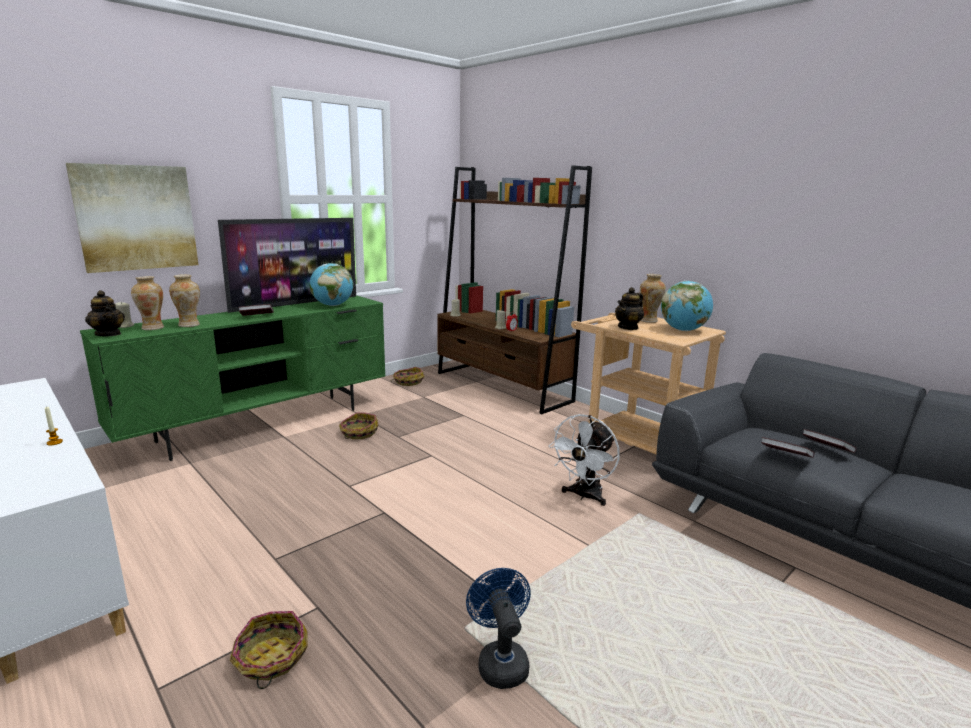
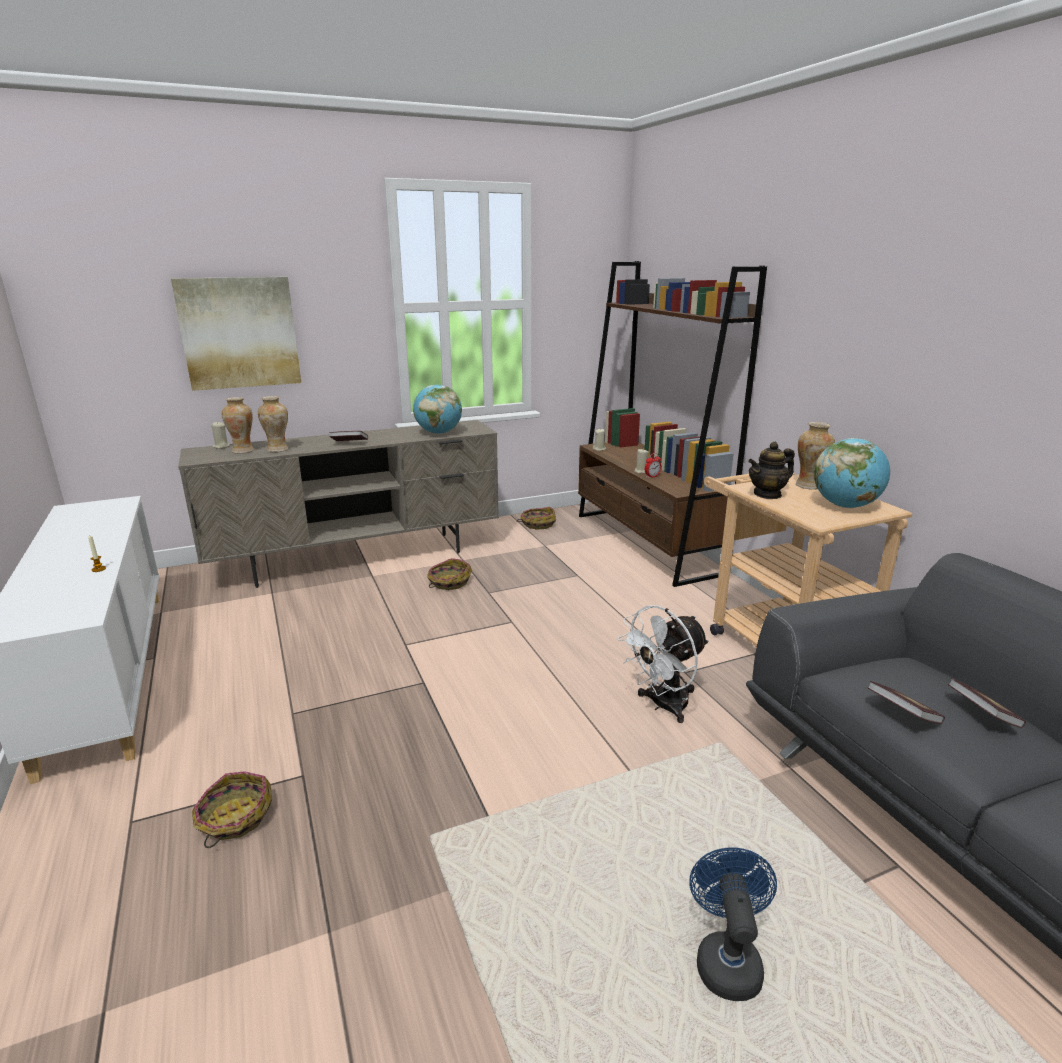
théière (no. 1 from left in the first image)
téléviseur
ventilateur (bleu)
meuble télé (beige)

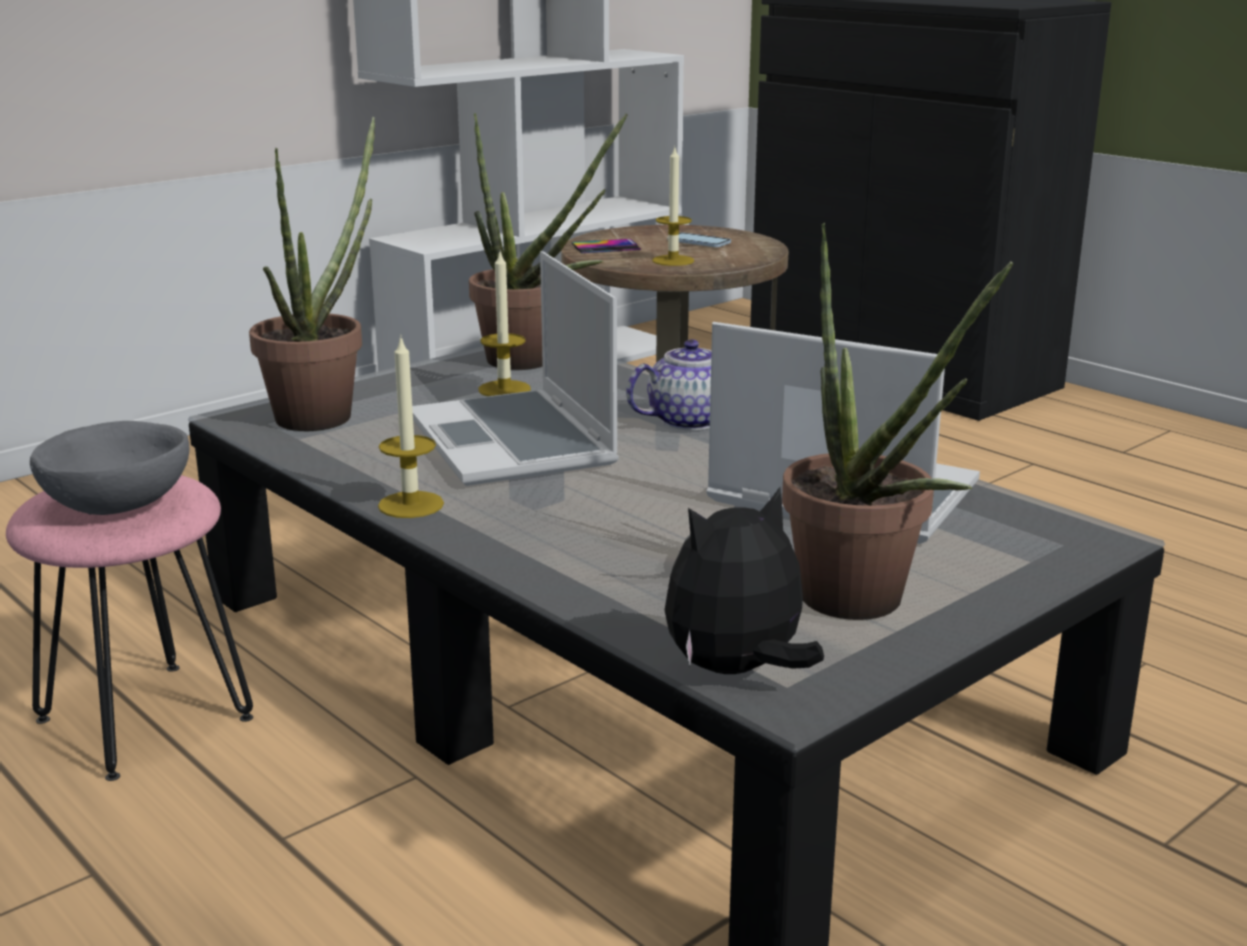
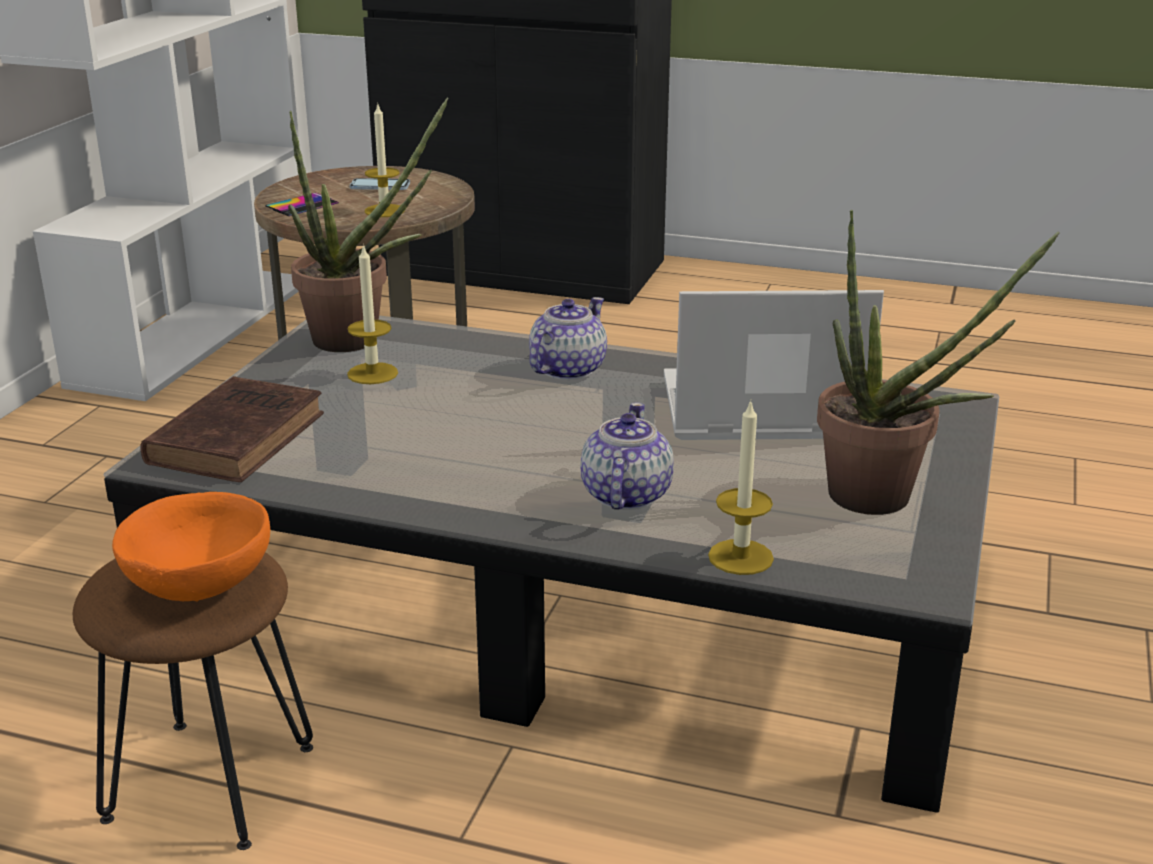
ordinateur portable (no. 1 from left in the first image)
peluche
théière (no. 2 from left)
bougie (no. 3 from left)
livre (marron)
tabouret (marron)
bol (orange)

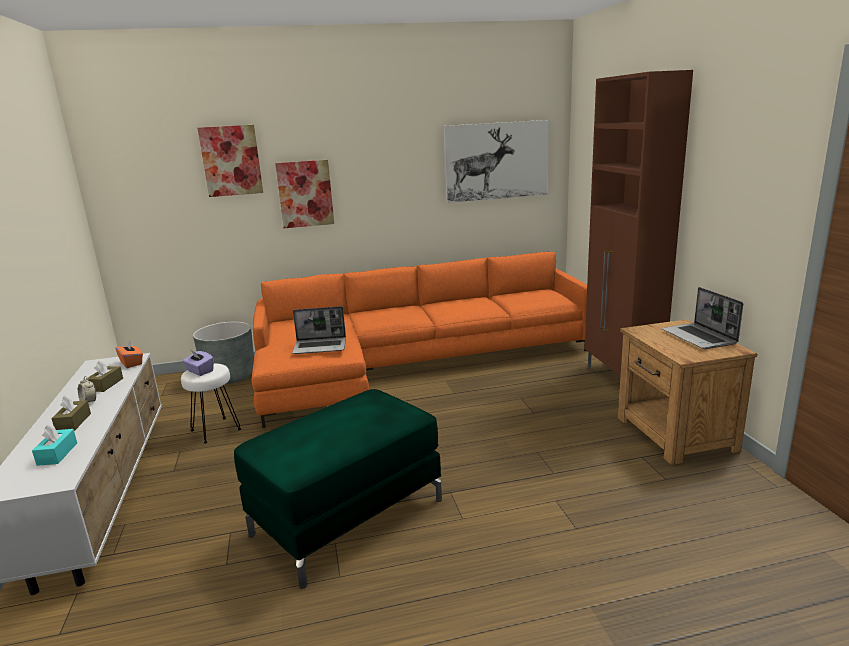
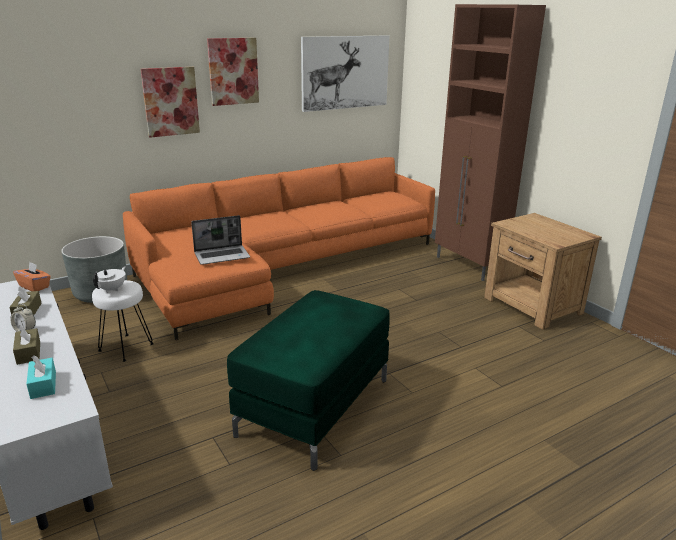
ordinateur portable (no. 2 from left in the first image)
tableau (no. 2 from left)
théière (blanc)

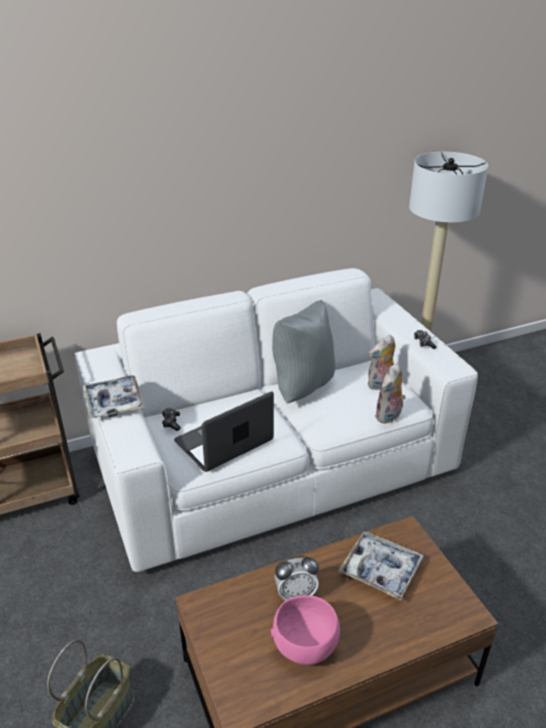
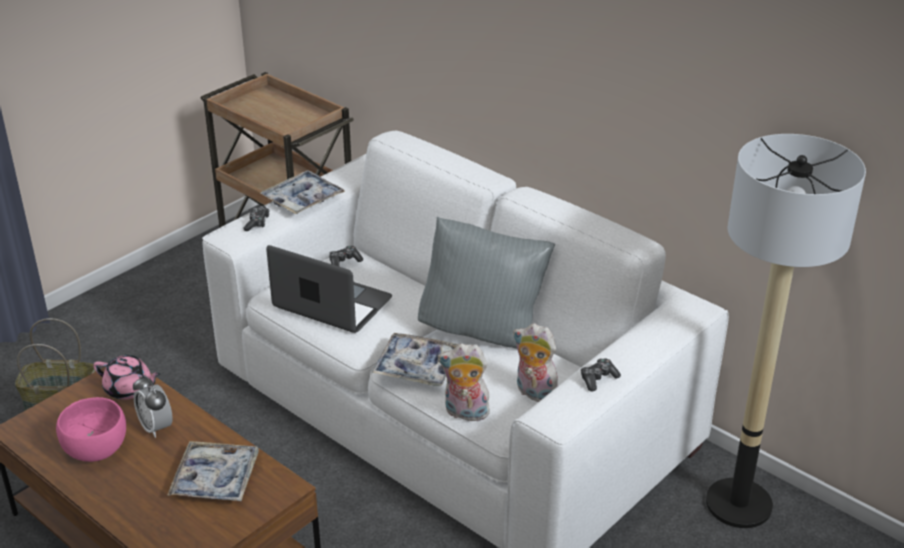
théière (rose)
manette (no. 1 from left)
plateau (no. 3 from left)

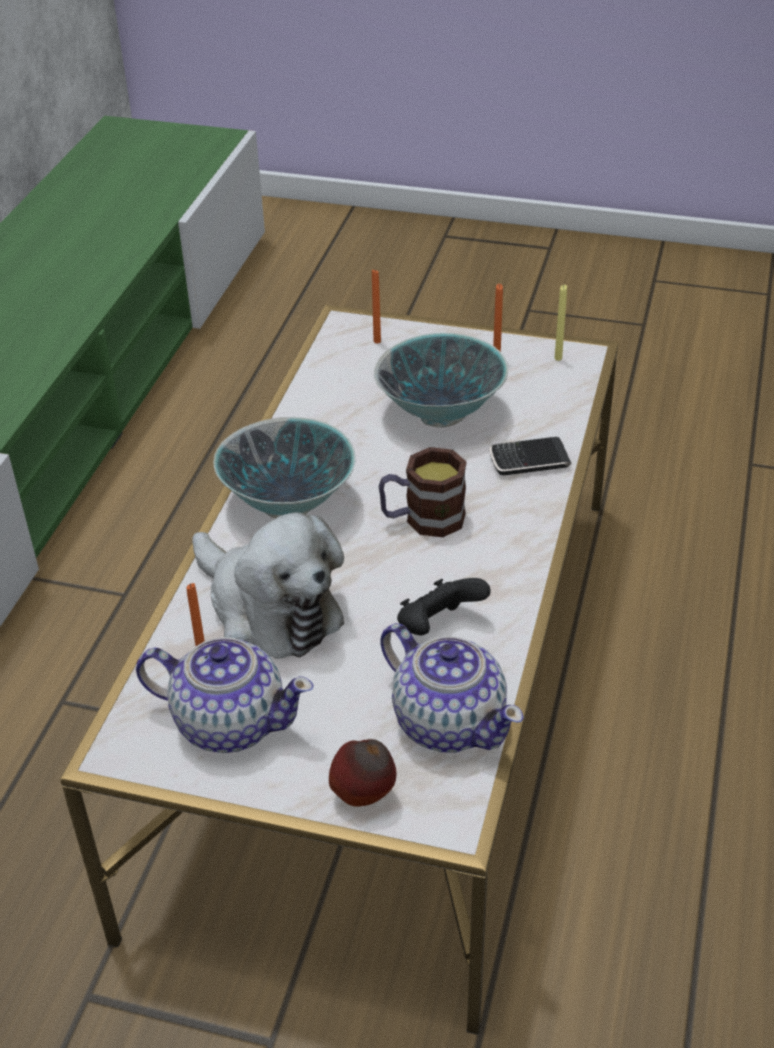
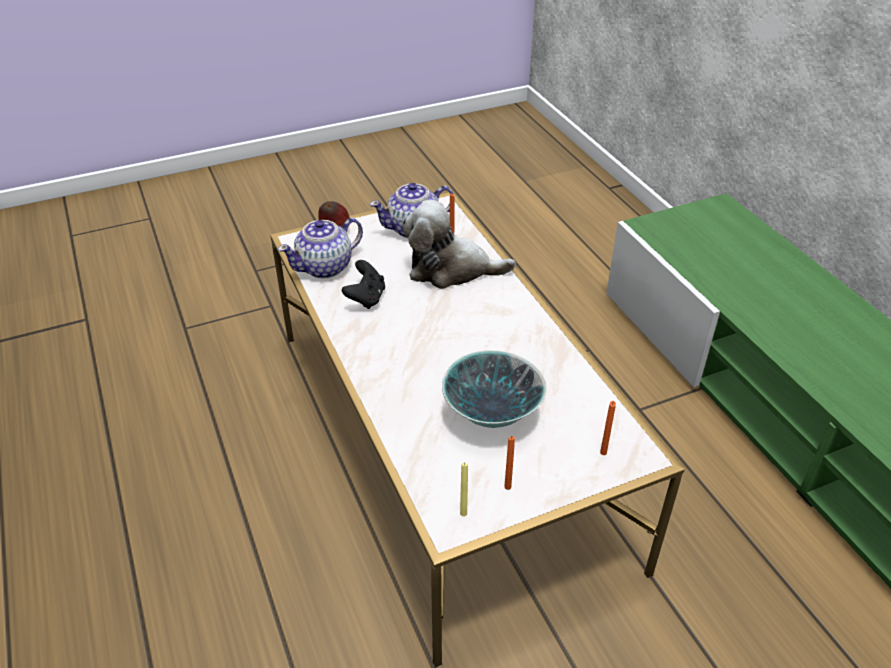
bol (no. 1 from left in the first image)
mug
téléphone
théière (no. 1 from left)

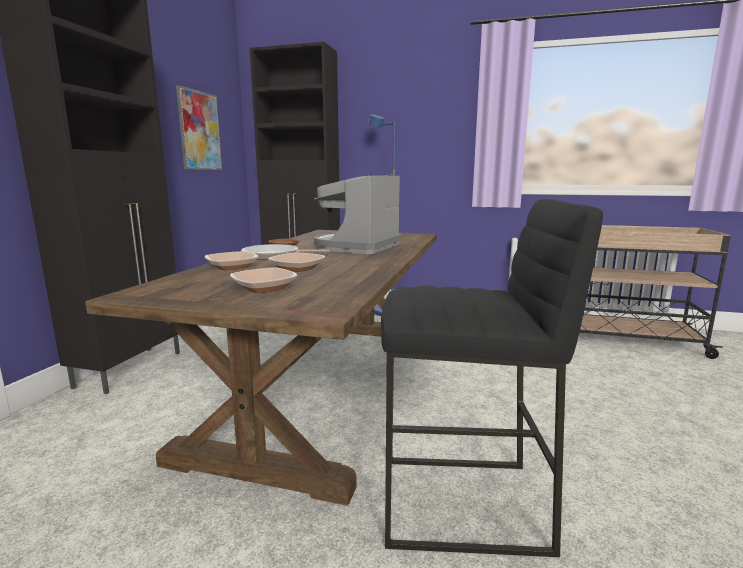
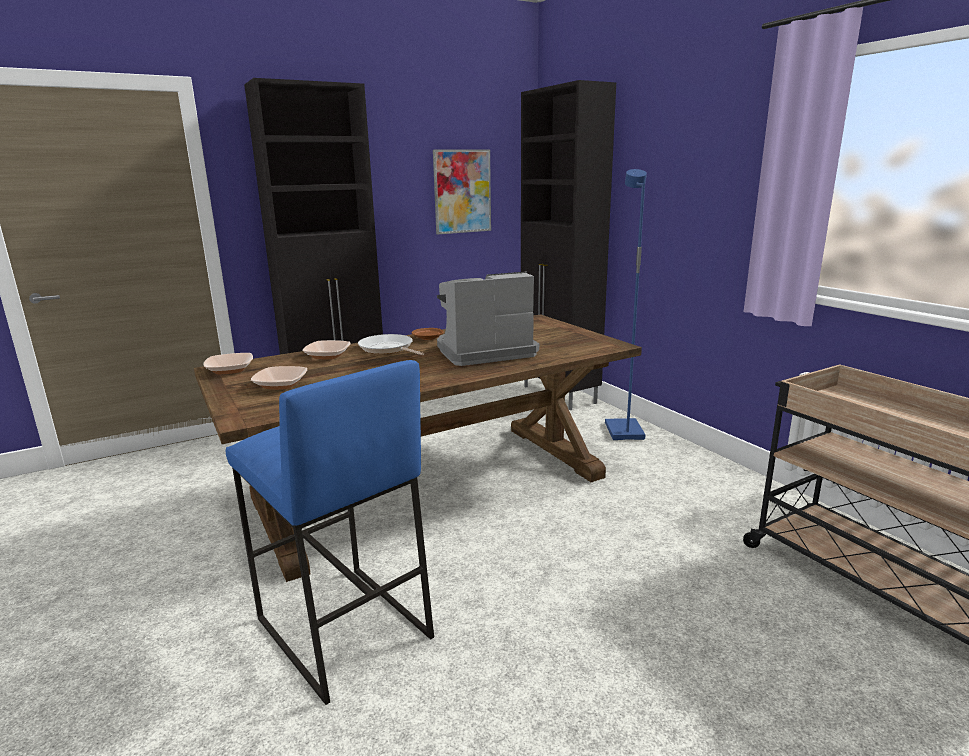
bol (no. 1 from left)
tabouret (bleu)

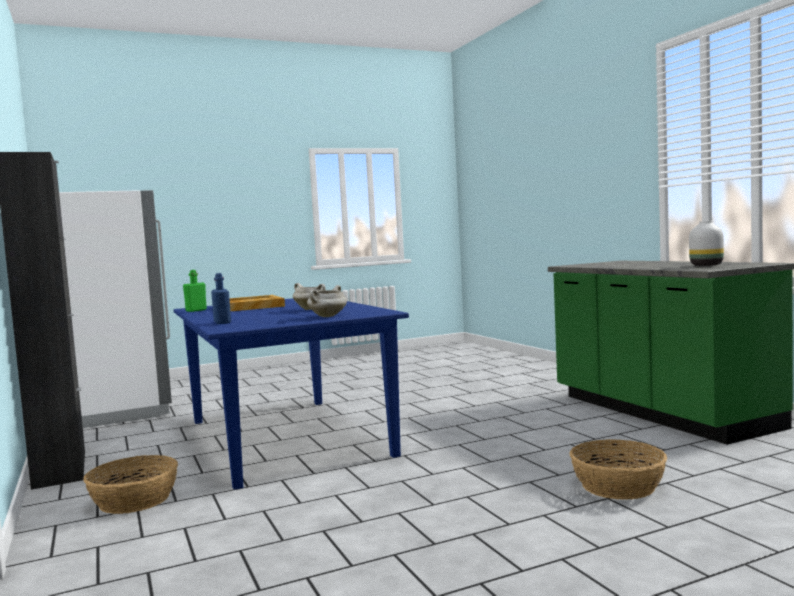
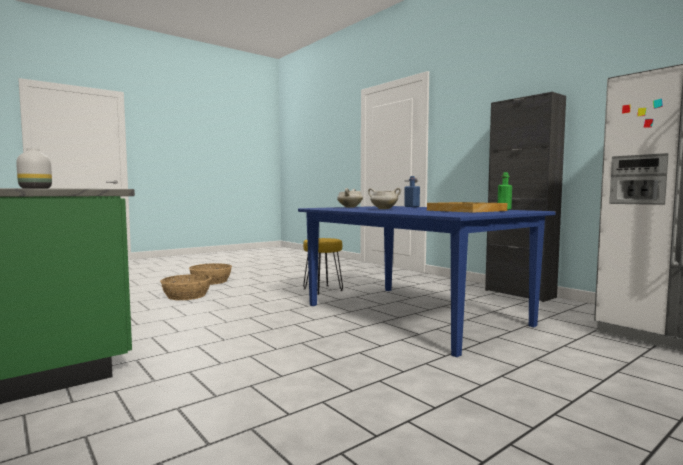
tabouret (jaune)
panier (no. 2 from left)

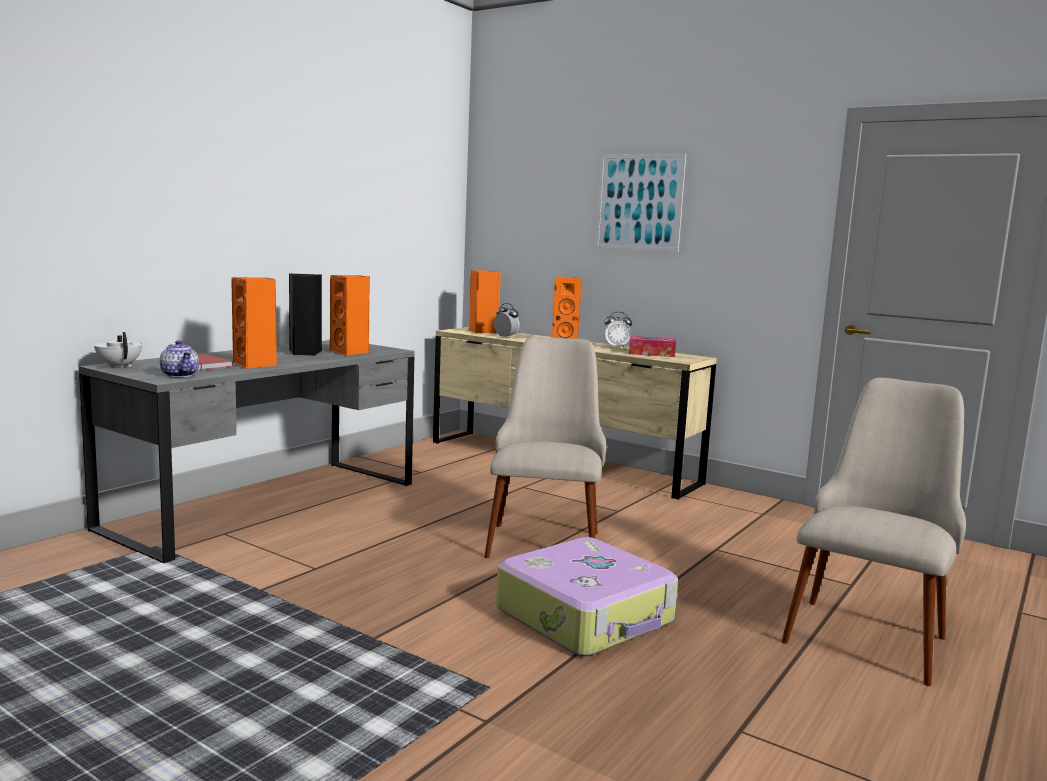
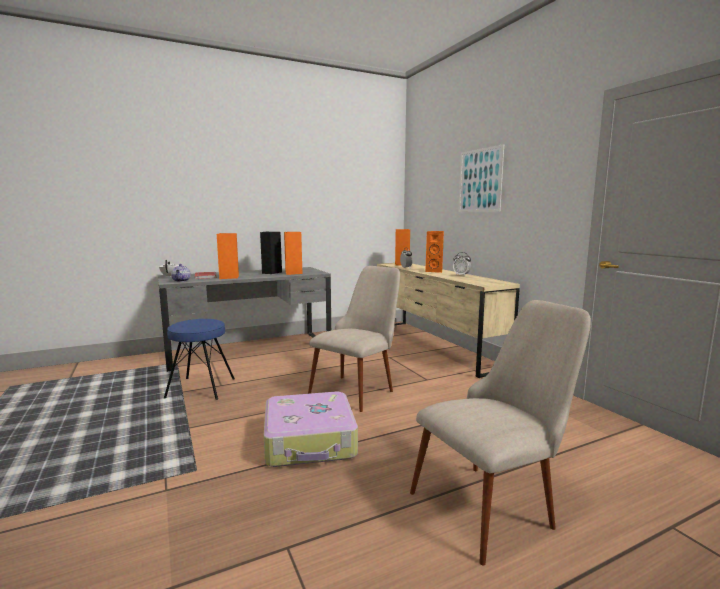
boîte à mouchoirs
tabouret (bleu)

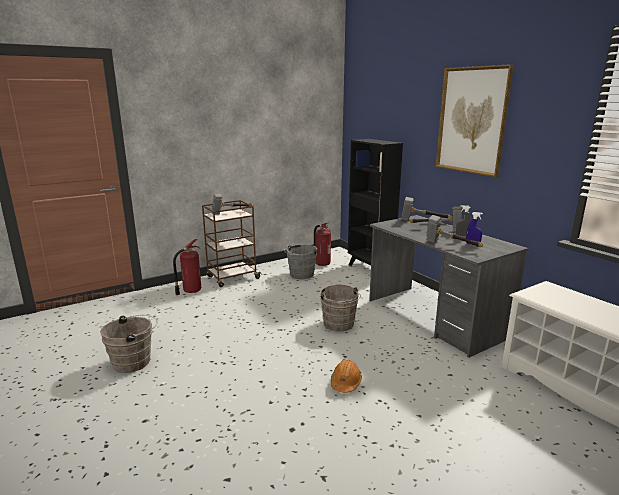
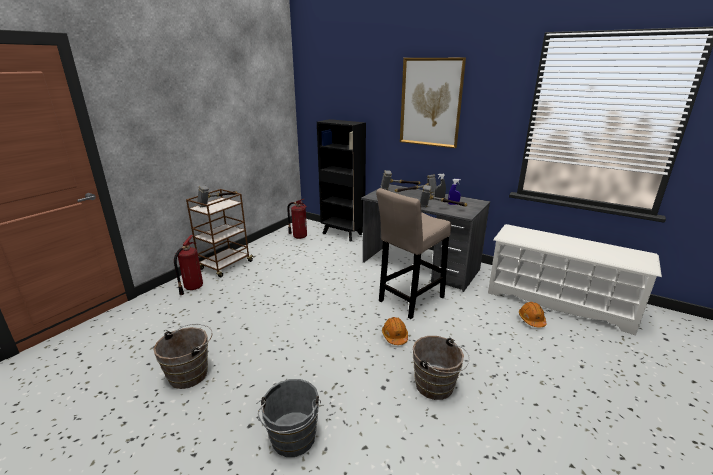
tabouret (beige)
casque de chantier (orange) (no. 2 from left)
seau (gris)
seau (marron) (no. 2 from left)

